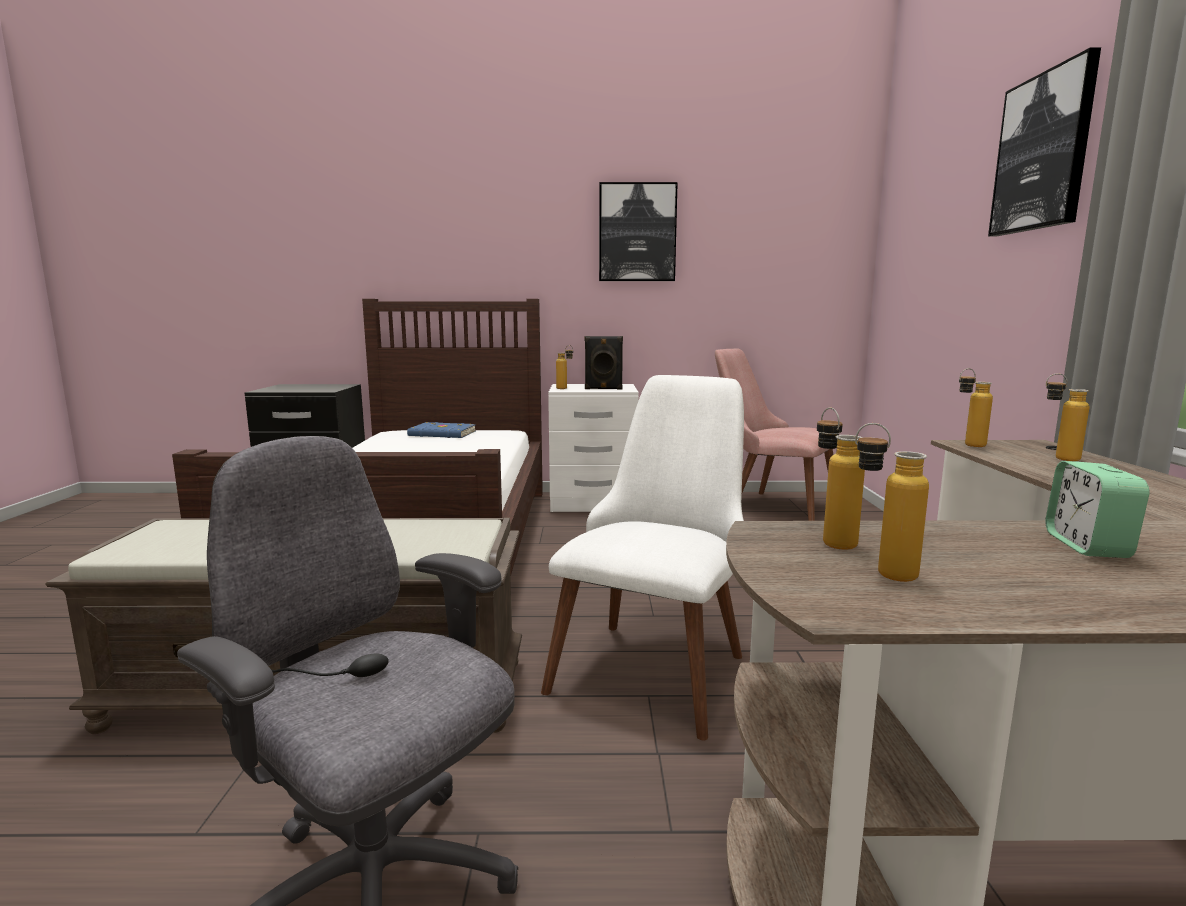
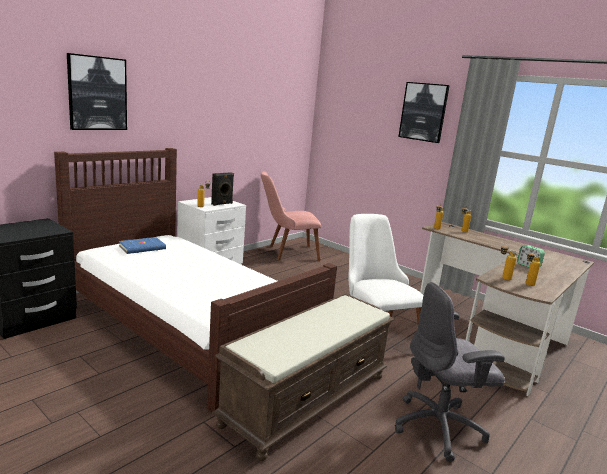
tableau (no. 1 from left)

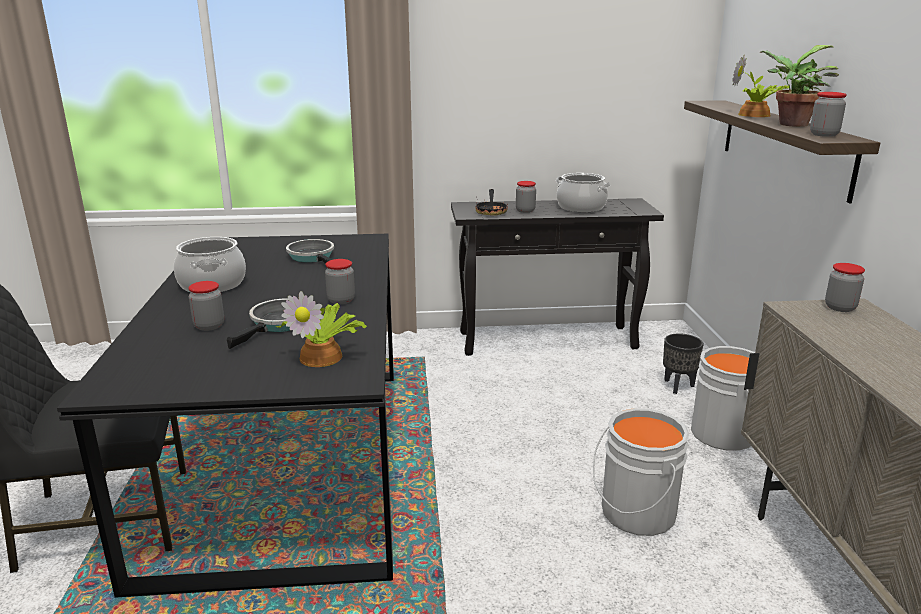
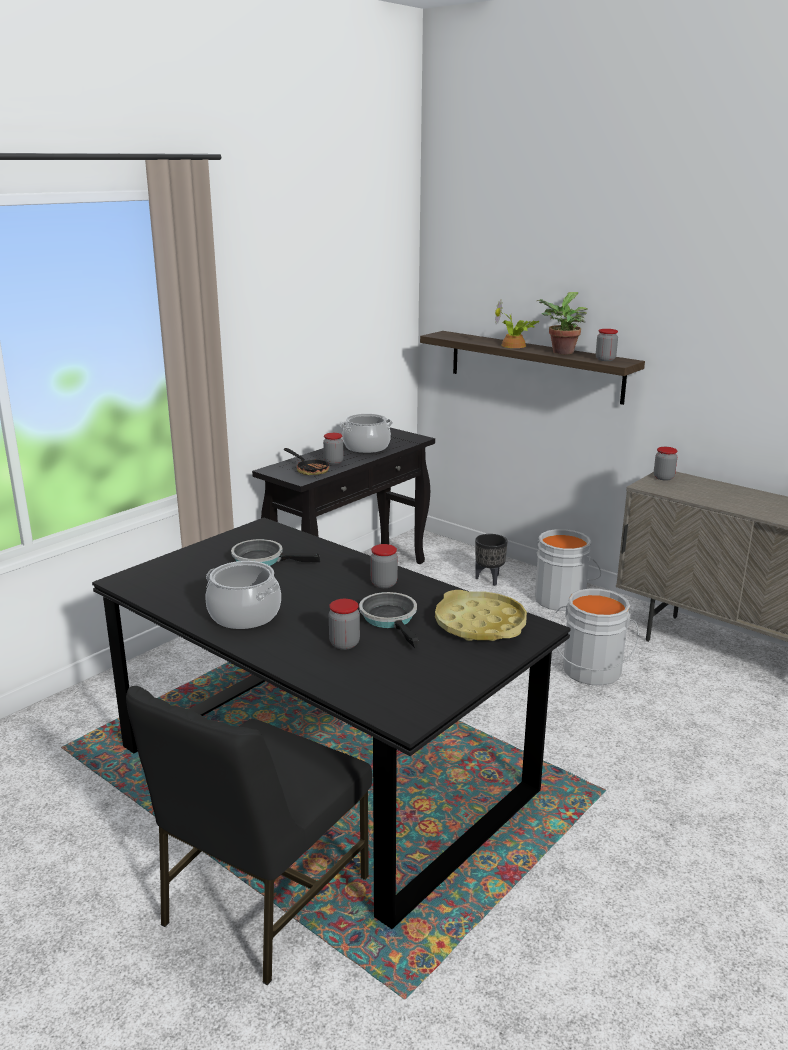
plateau (jaune)

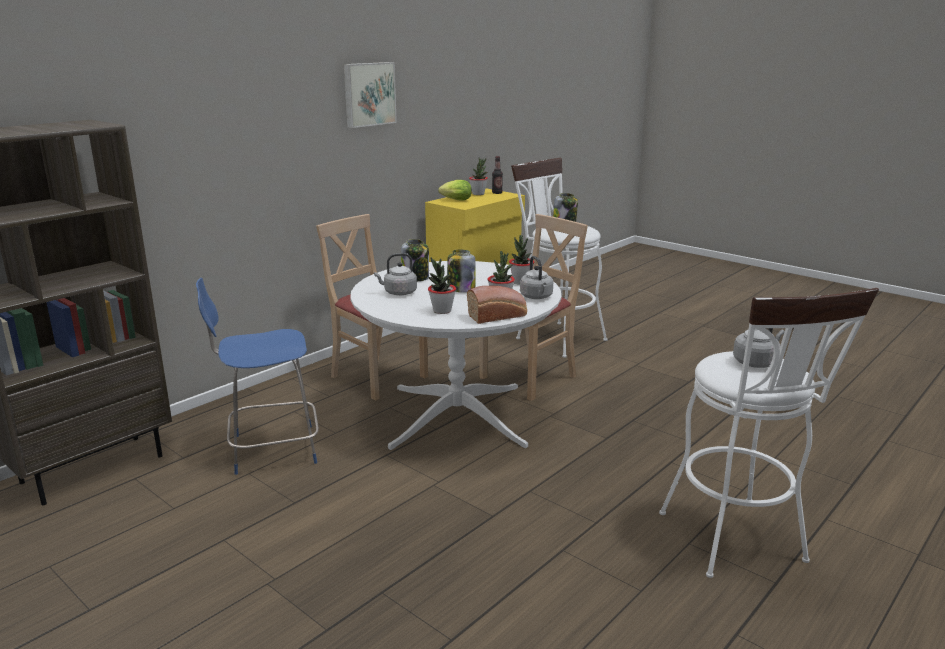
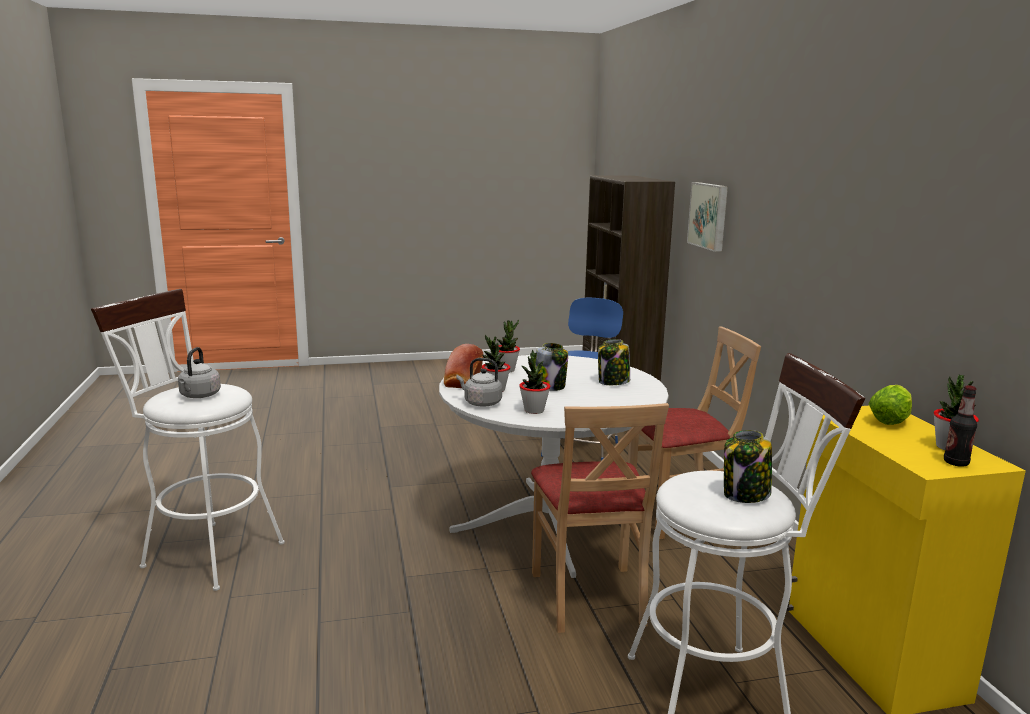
bouilloire (gris) (no. 1 from left in the first image)
tableau

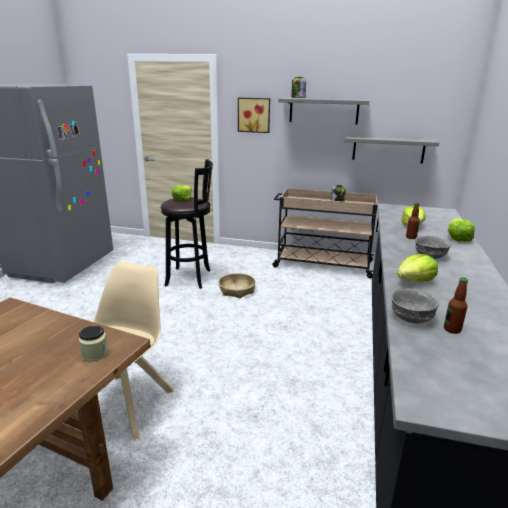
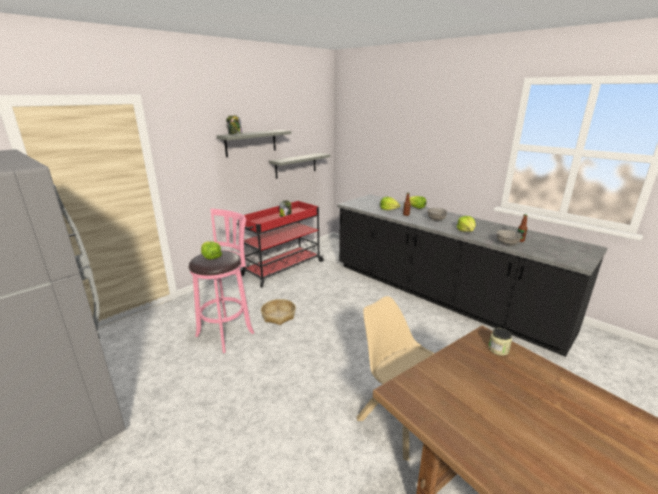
tableau
tabouret (rose)
chariot (rouge)

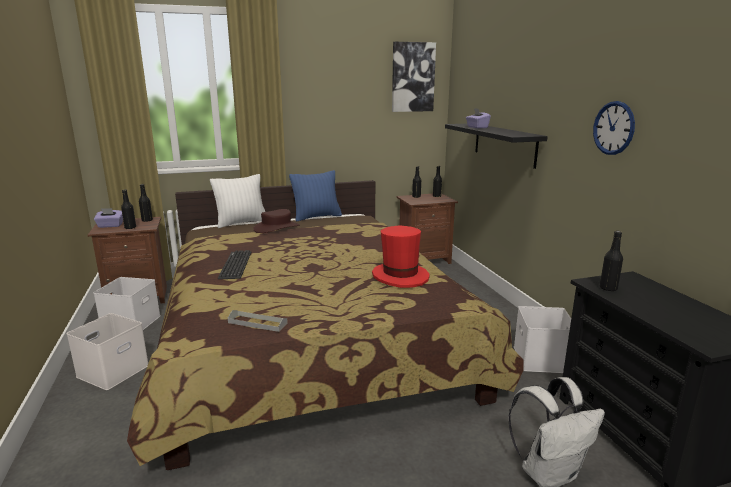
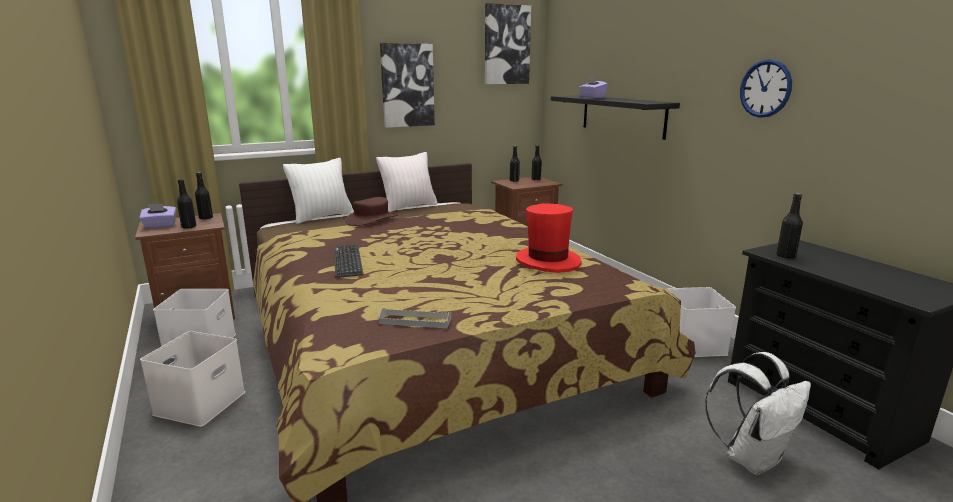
tableau (no. 1 from left)
coussin (blanc) (no. 2 from left)

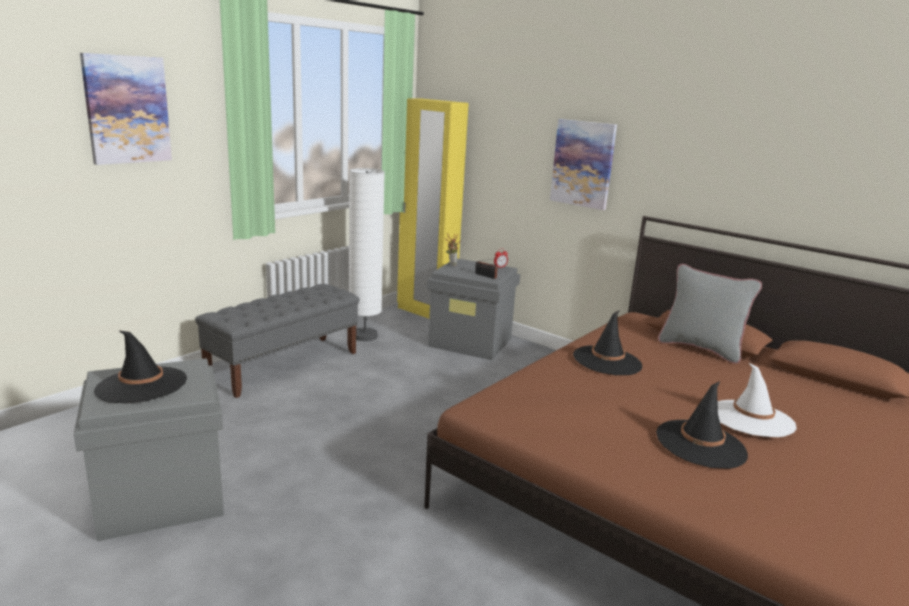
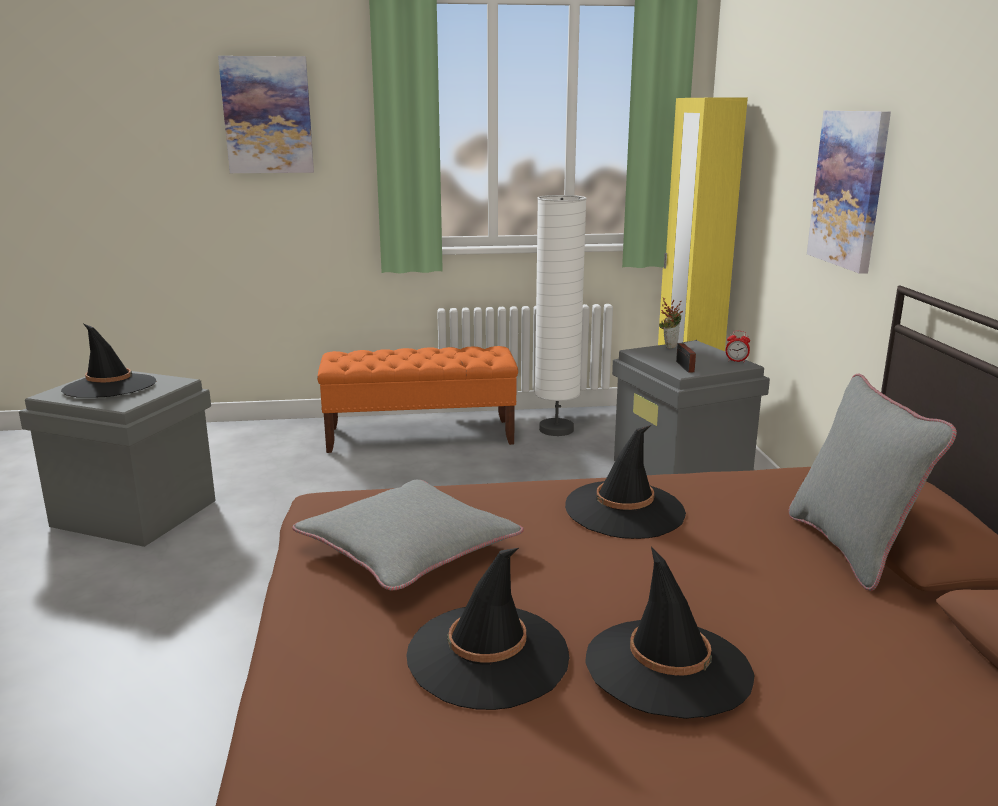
coussin (gris) (no. 1 from left)
banc (orange)
chapeau (noir) (no. 4 from left)

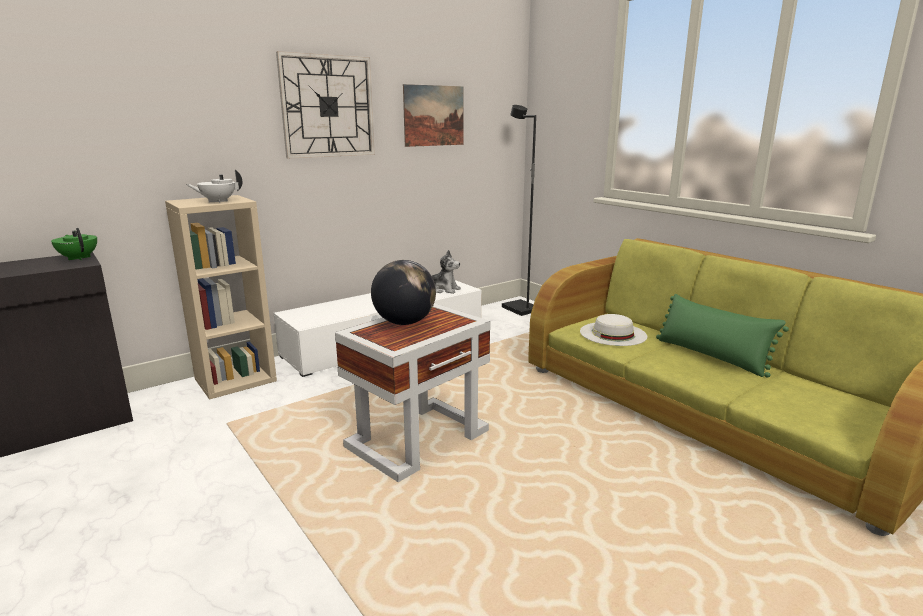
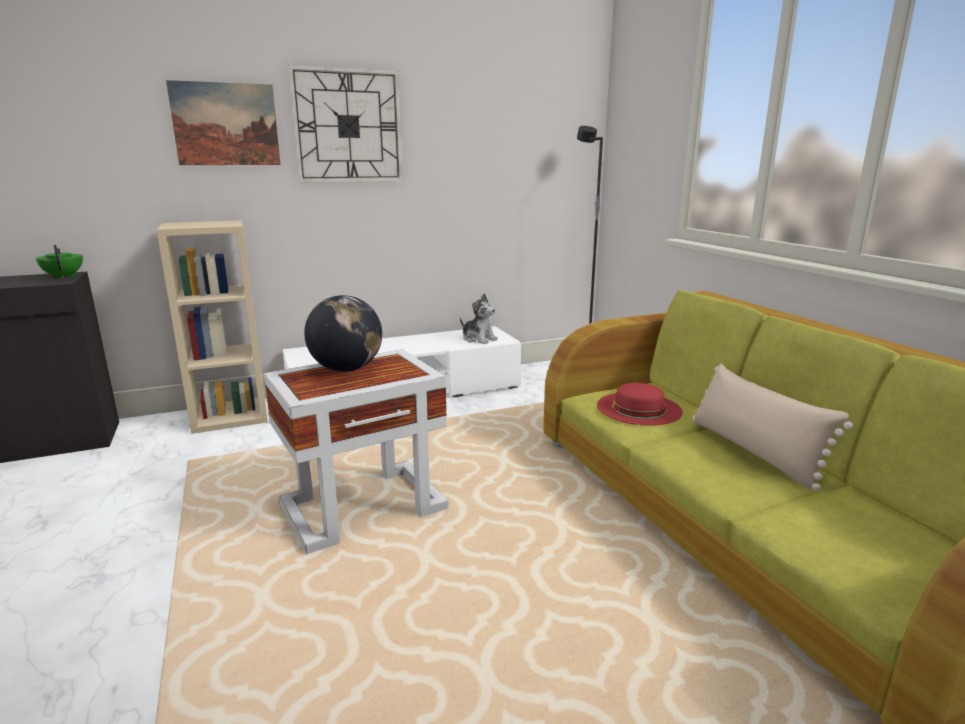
théière (blanc)
tableau
chapeau (rouge)
coussin (beige)

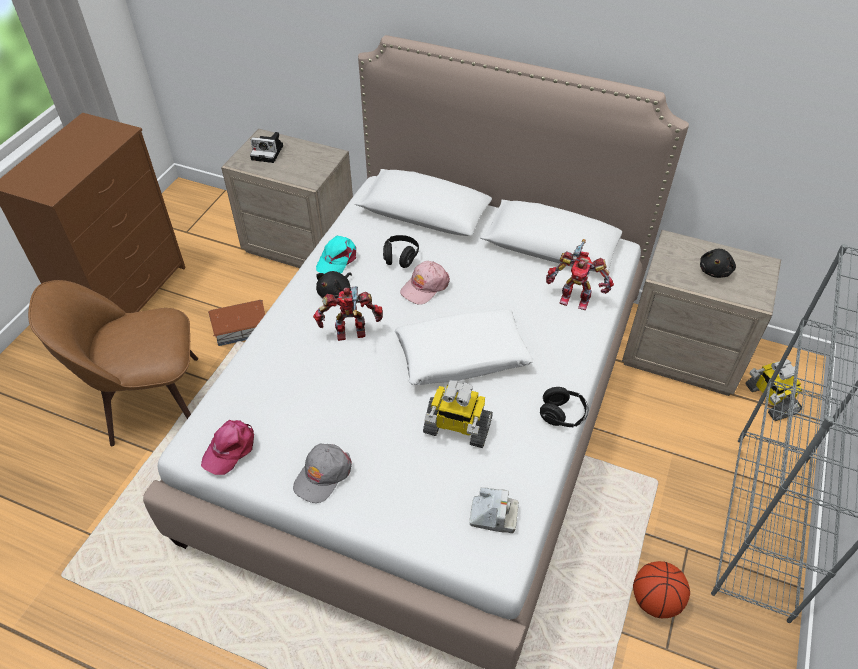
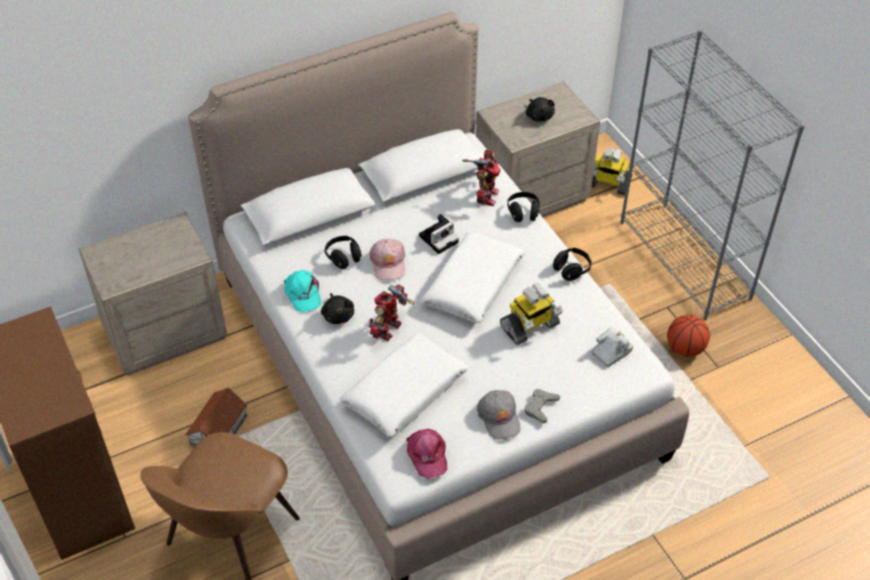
coussin (blanc) (no. 1 from left)
casque audio (noir) (no. 2 from left)
manette (gris)
appareil photo (no. 1 from left)
robot jouet (no. 2 from left)

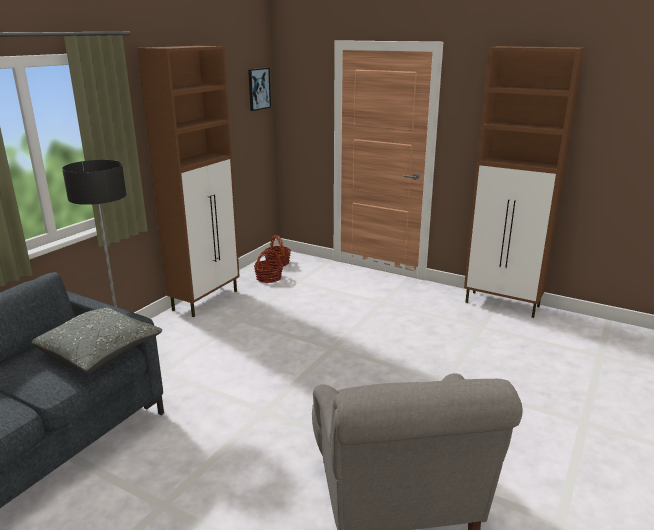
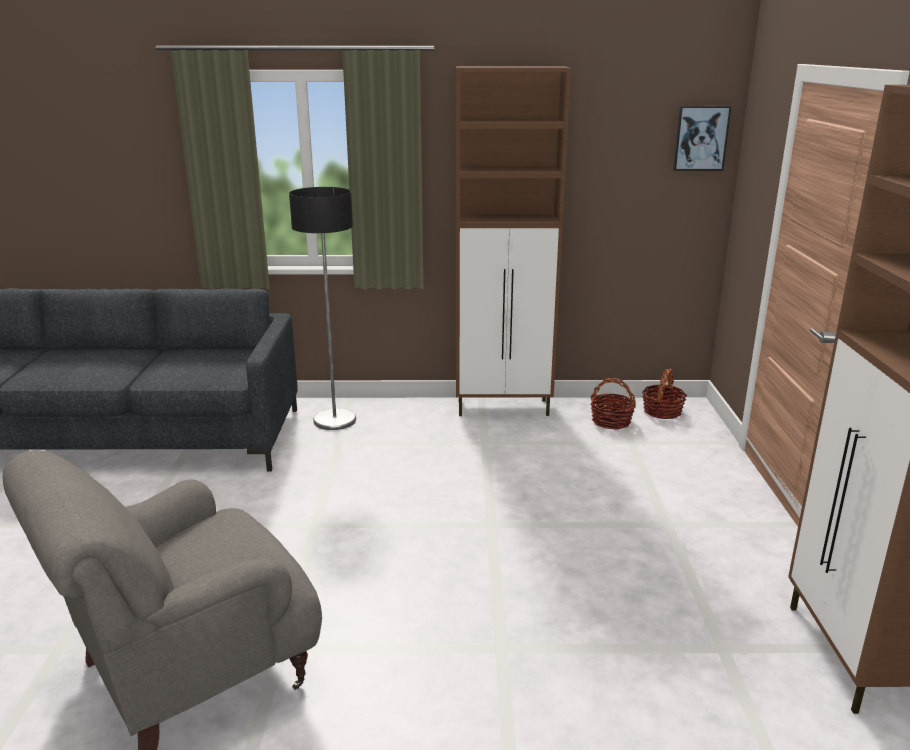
coussin (gris)

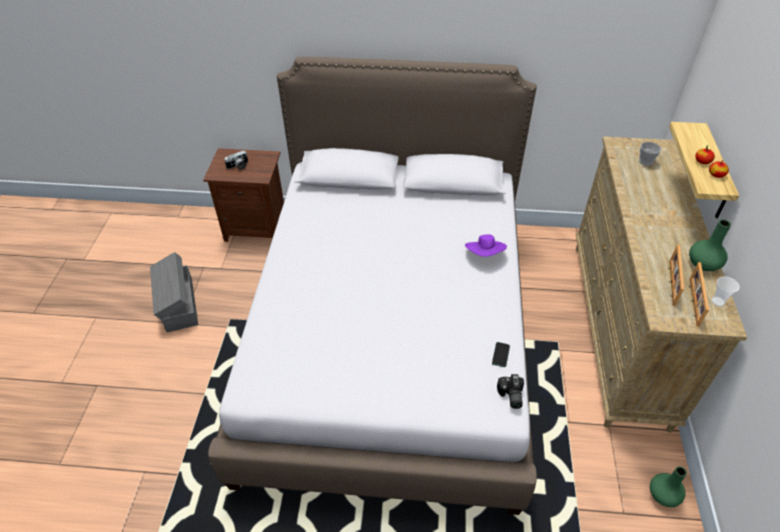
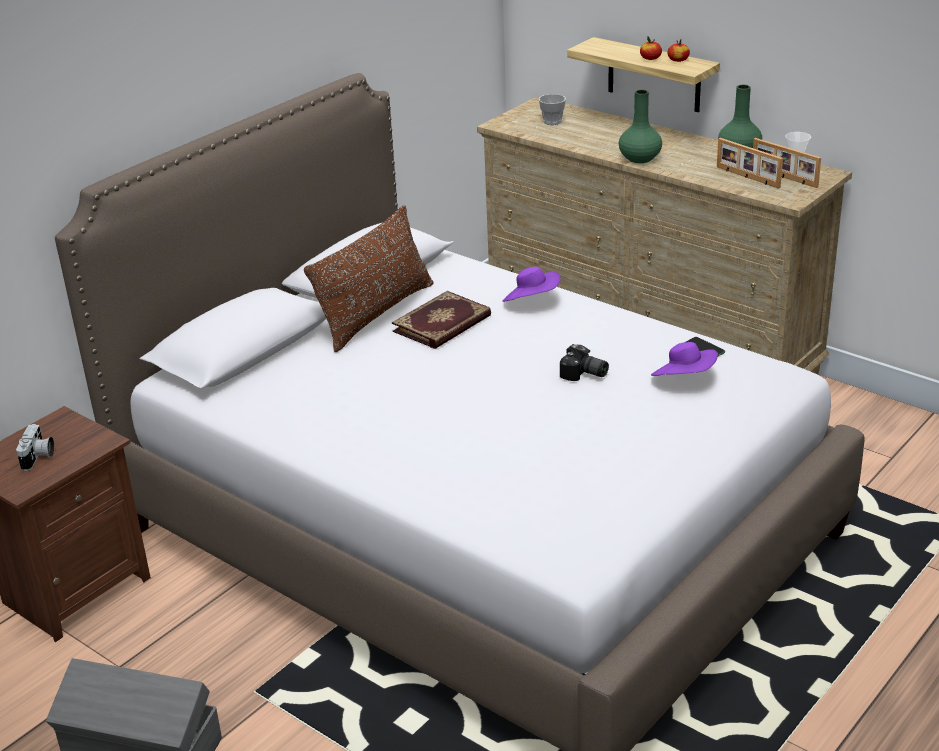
coussin (marron)
livre
chapeau (violet) (no. 2 from left)
appareil photo (no. 2 from left)
vase (vert) (no. 1 from left)

